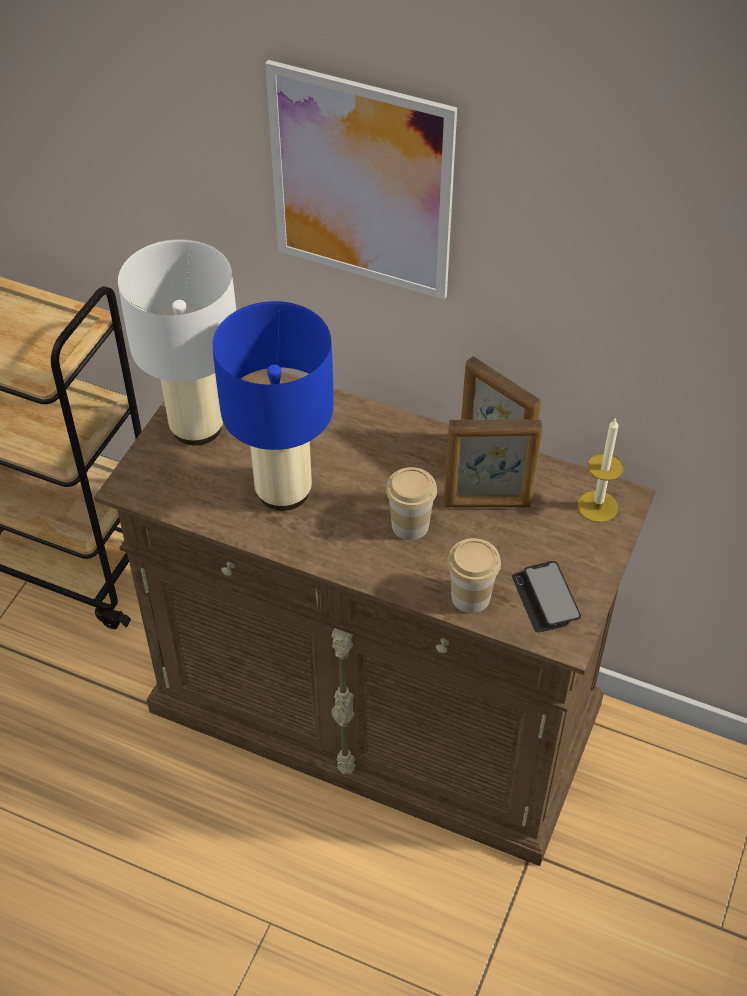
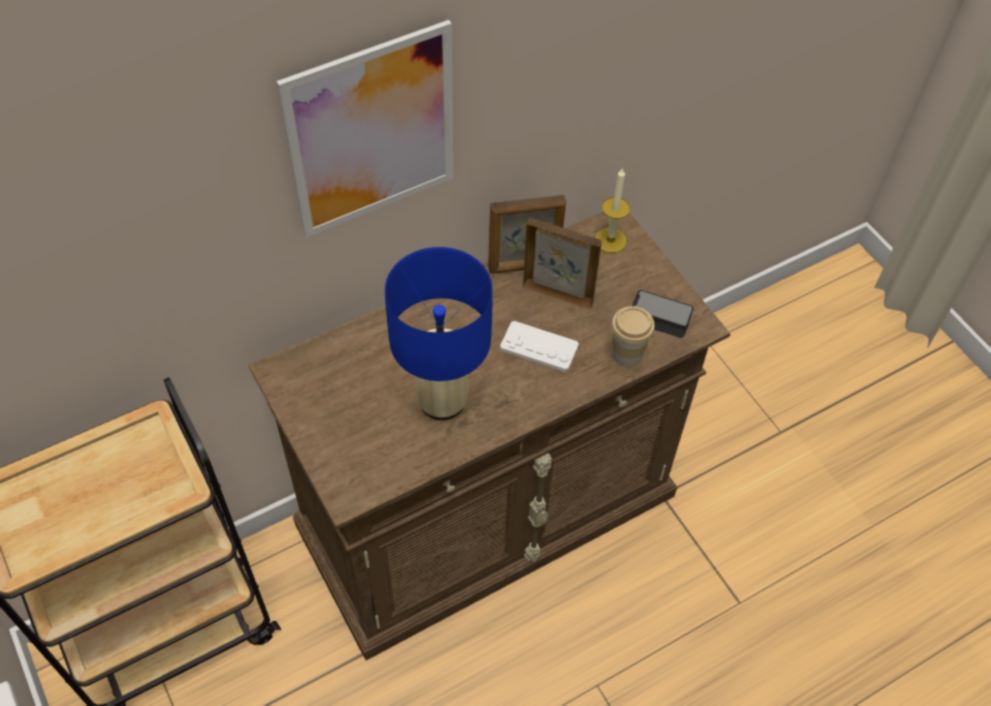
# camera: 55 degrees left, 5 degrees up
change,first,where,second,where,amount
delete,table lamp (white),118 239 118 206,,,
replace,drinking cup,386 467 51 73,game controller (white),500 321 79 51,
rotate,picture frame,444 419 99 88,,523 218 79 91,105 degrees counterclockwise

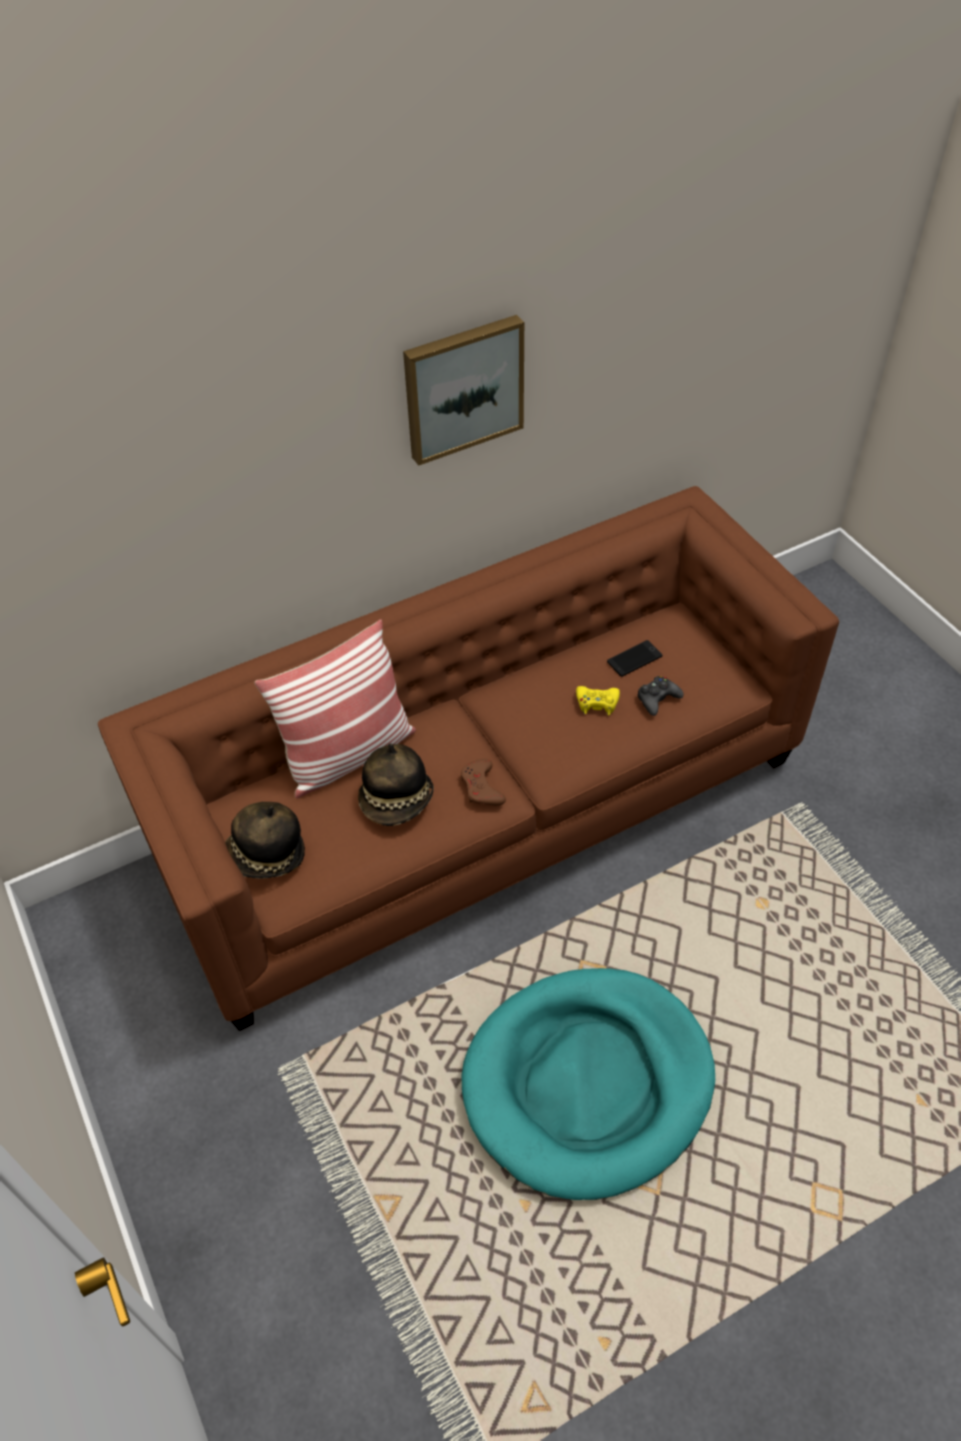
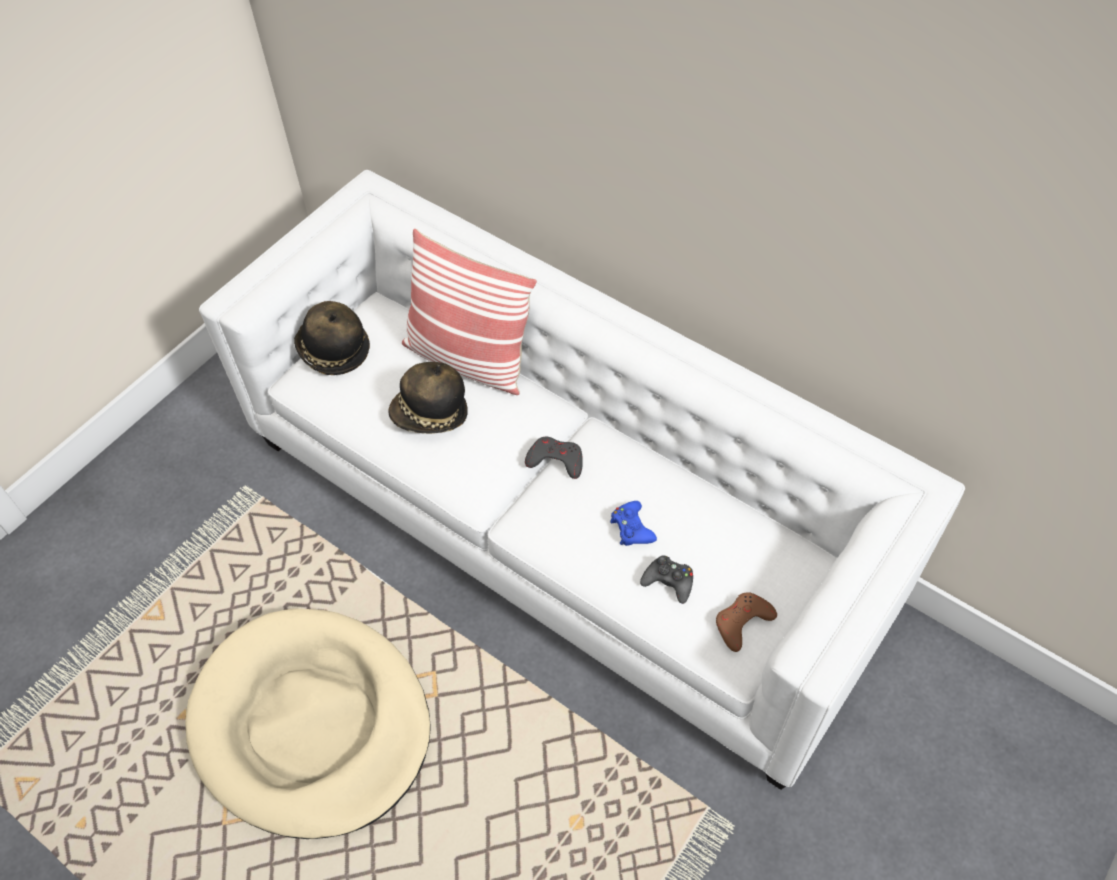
# camera: 65 degrees right, 5 degrees up
change,first,where,second,where,amount
delete,wall art,403 315 121 150,,,
delete,phone,607 640 55 37,,,
insert,,,game controller (greyish),525 437 58 42,
move,game controller (brownish),461 759 45 47,,716 592 61 60,
recolor,couch (brownish),98 486 741 545,couch (white),199 170 766 620,
recolor,pet bed (turquoise),461 968 254 232,pet bed (beige-coloured),185 608 246 231,
recolor,game controller (yellow),576 686 44 29,game controller (blue-coloured),610 501 47 45,

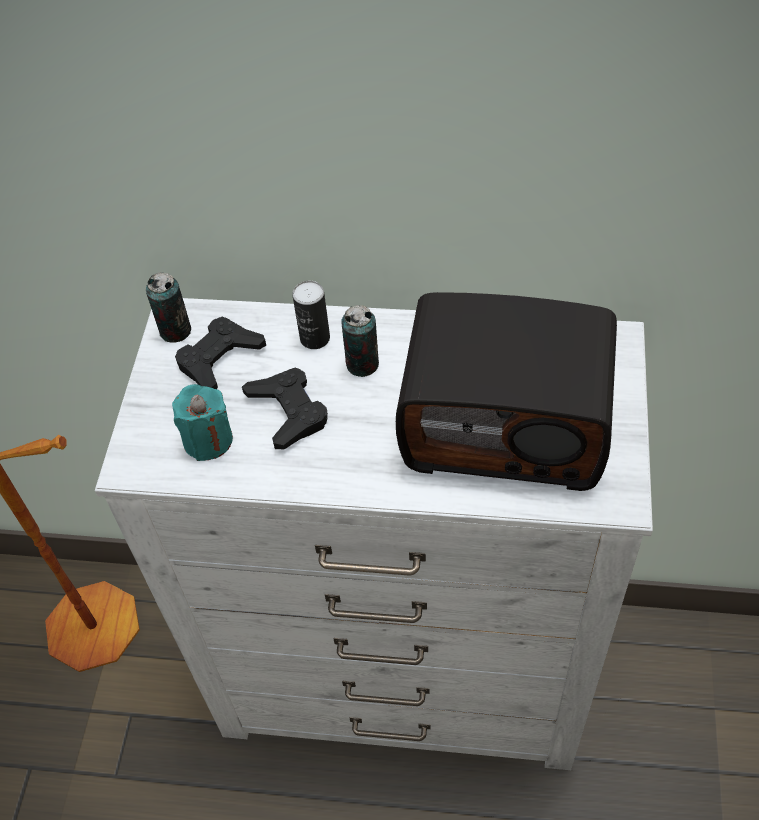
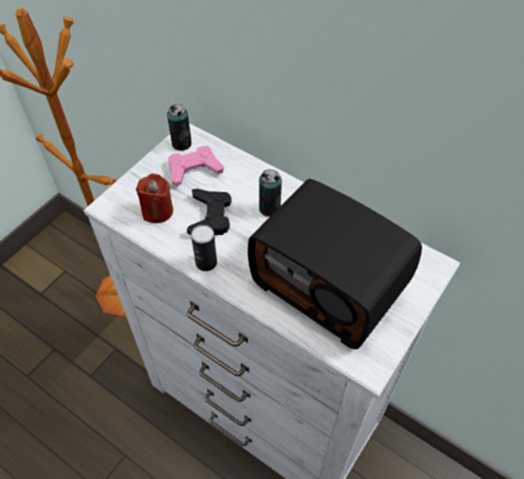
# camera: 25 degrees right, 0 degrees up
change,first,where,second,where,amount
move,can,292 281 38 68,,191 225 26 46,
recolor,candle (turquoise),172 384 61 77,candle (reddish),136 173 37 50,
recolor,game controller (black),175 316 91 73,game controller (pink),168 146 56 41,

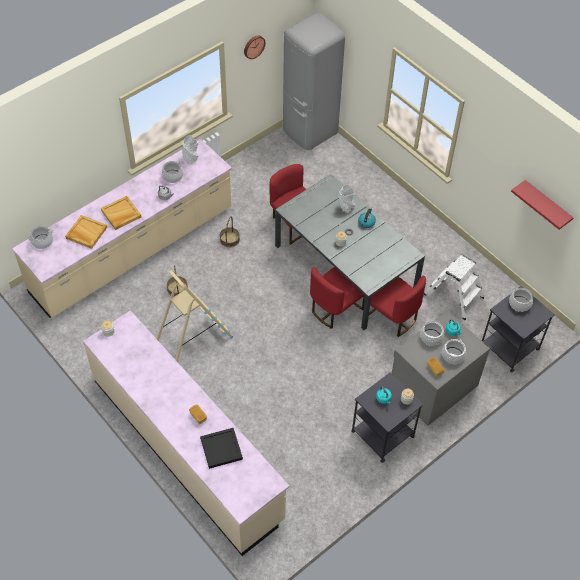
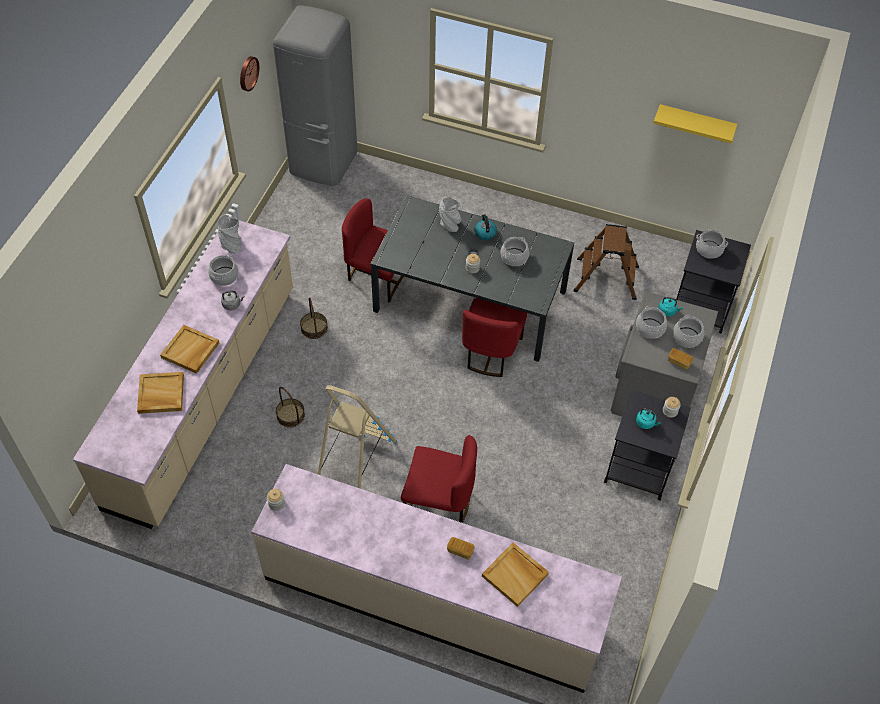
# camera: 30 degrees left, 0 degrees up
change,first,where,second,where,amount
move,stockpot,28 226 25 23,,500 237 29 29,
move,upright chair (reddish),364 276 62 61,,401 435 76 88,
recolor,carrying tray (black),200 428 43 41,carrying tray (beige-coloured),482 542 67 65,
recolor,step stool (white),424 254 60 66,step stool (brownish),573 224 66 76,
recolor,bracket shelf (reddish),511 180 63 50,bracket shelf (yellow),653 104 84 40,

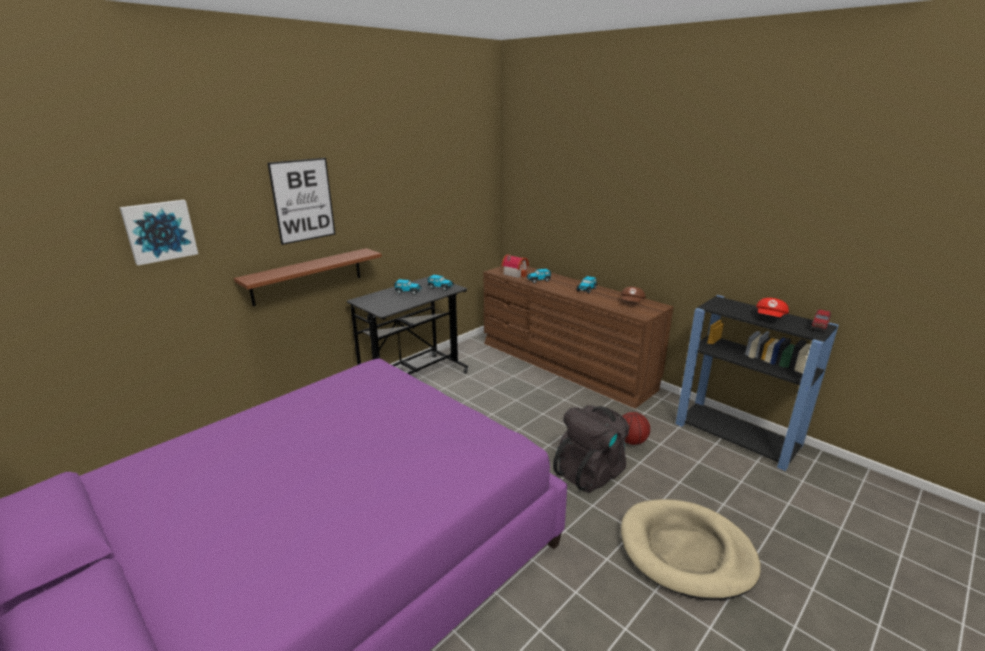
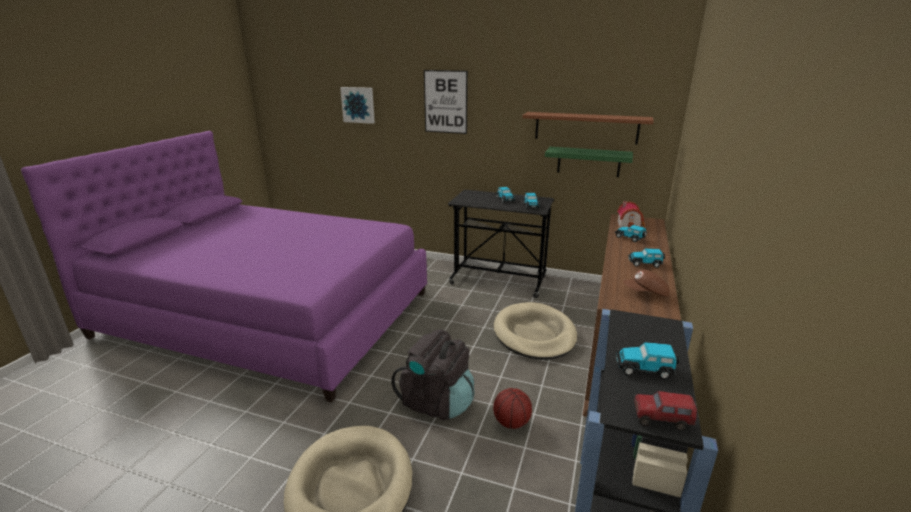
# camera: 65 degrees right, 0 degrees up
change,first,where,second,where,amount
insert,,,pet bed (beige-coloured),494 302 83 58,
insert,,,bracket shelf (green),545 147 88 30,
move,bracket shelf (brownish),234 248 148 58,,522 112 132 33,
replace,peaked cap (reddish),756 298 33 19,miniature car,616 342 64 38,

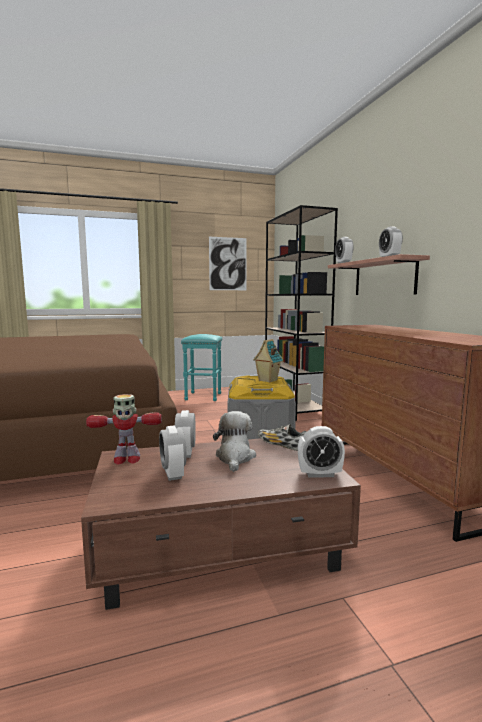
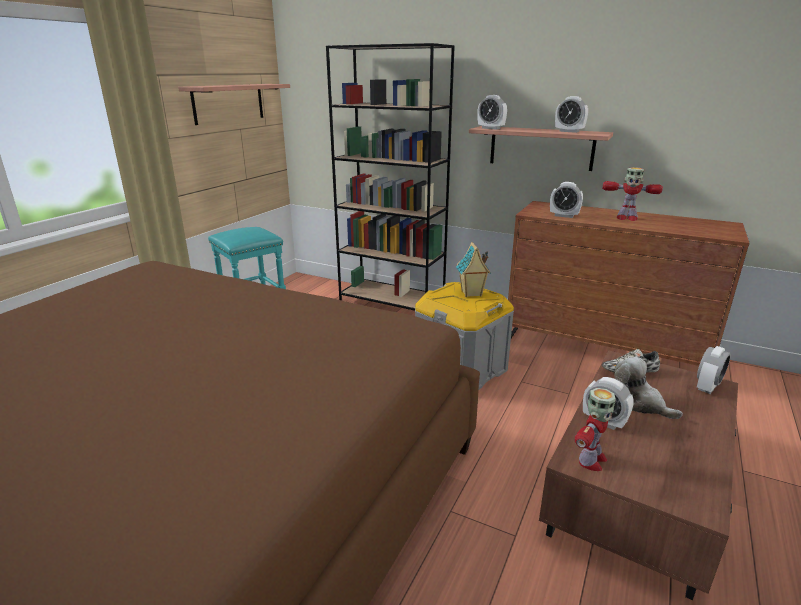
# camera: 45 degrees left, 15 degrees up
change,first,where,second,where,amount
insert,,,robot figure,602 167 61 54,
move,table clock,159 426 28 55,,550 182 33 36,
replace,wall art,209 237 37 53,bracket shelf,178 84 112 41,

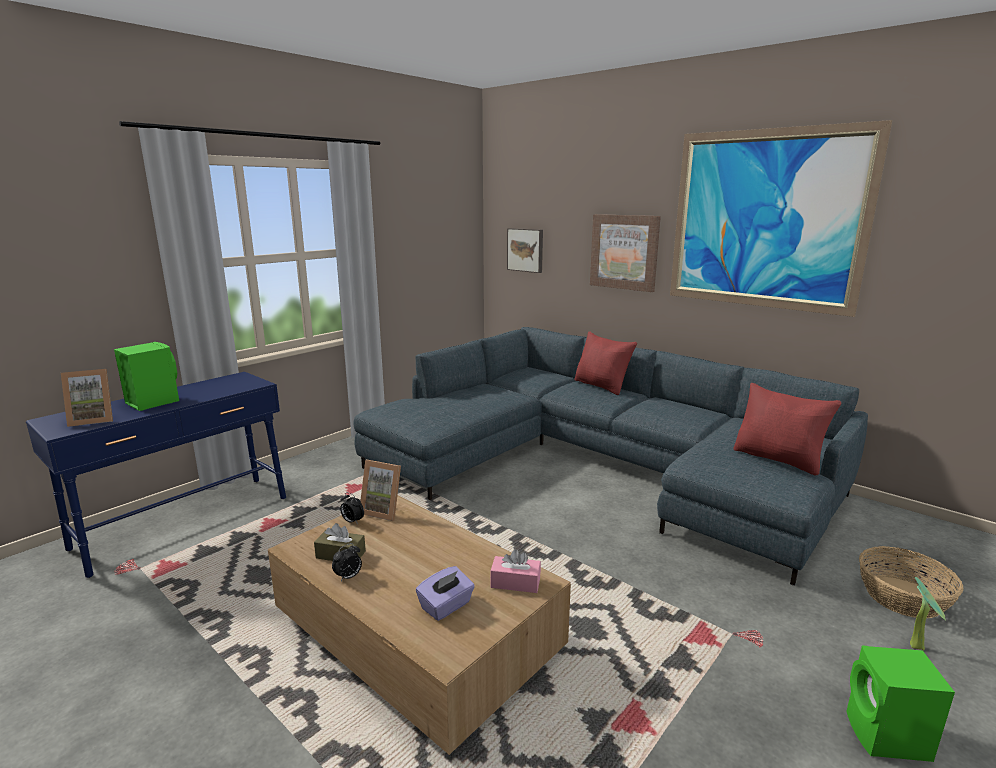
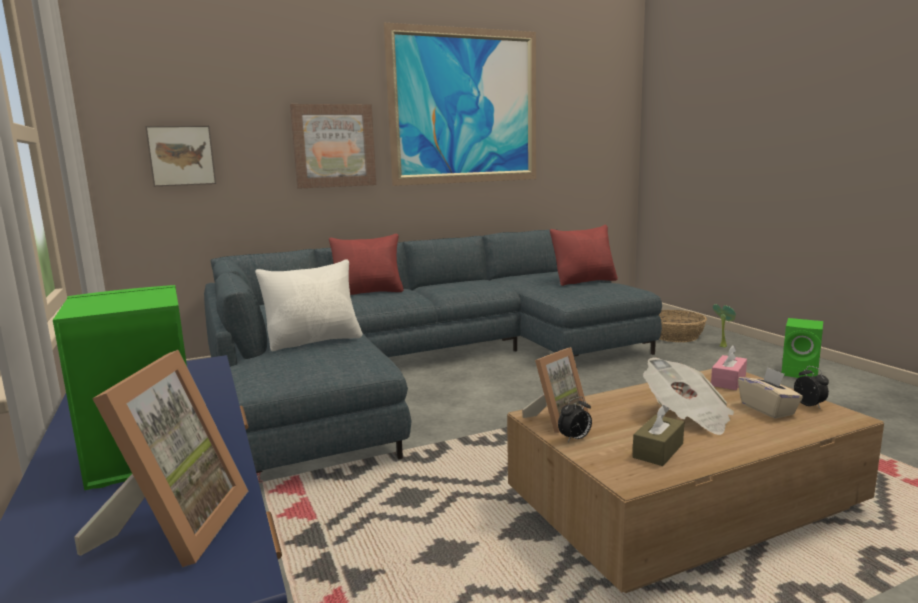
# camera: 65 degrees left, 5 degrees down
change,first,where,second,where,amount
insert,,,throw pillow (white),255 259 108 92,
insert,,,printed paper,643 357 91 78,
move,table clock,332 543 30 38,,794 366 35 42,
recolor,tissue holder (purple-coloured),416 566 59 55,tissue holder (beige-coloured),738 367 65 52,

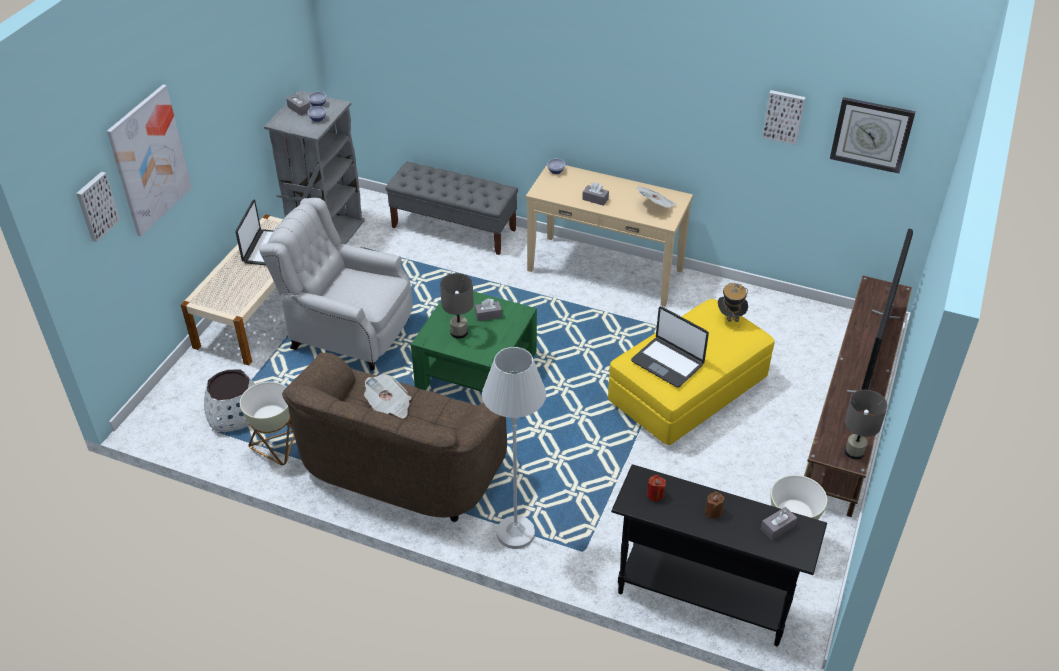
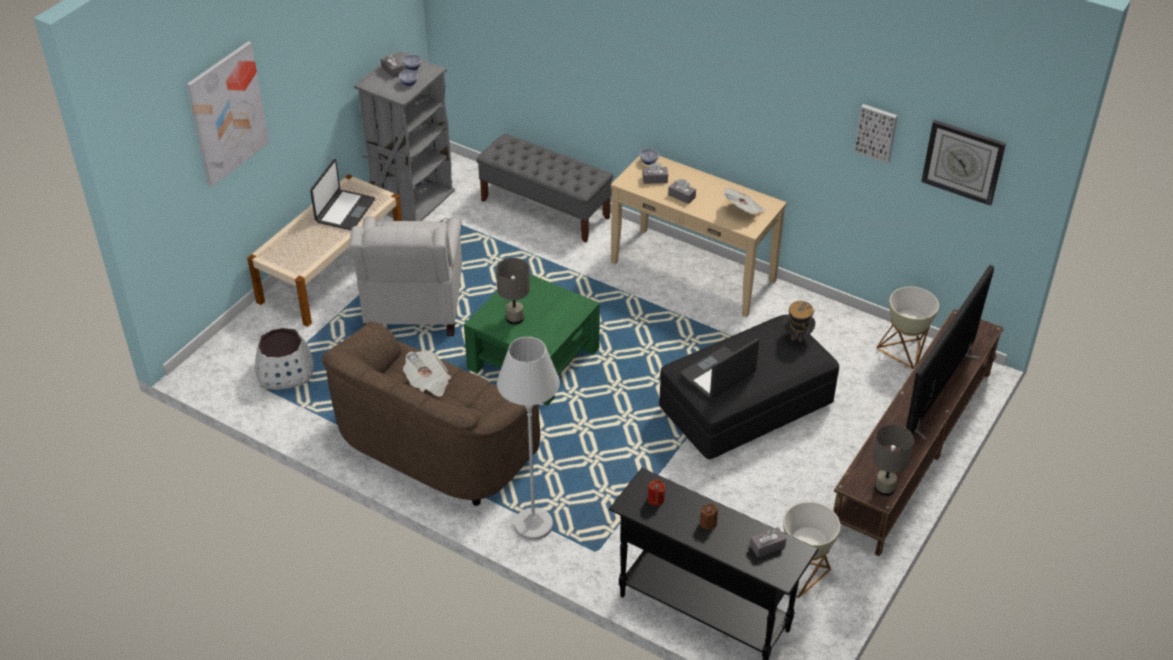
# camera: 10 degrees right, 0 degrees up
change,first,where,second,where,amount
delete,wall art,76 172 44 70,,,
move,flower pot,240 381 55 84,,877 287 62 82,
move,tissue holder (greyish),475 298 27 23,,642 162 26 22,
recolor,pouffe (yellow),608 299 167 146,pouffe (black),659 315 180 144,
rotate,easy chair (white),260 198 153 173,,349 216 113 120,120 degrees counterclockwise
rotate,notebook computer,631 306 78 82,,681 338 78 60,90 degrees clockwise

